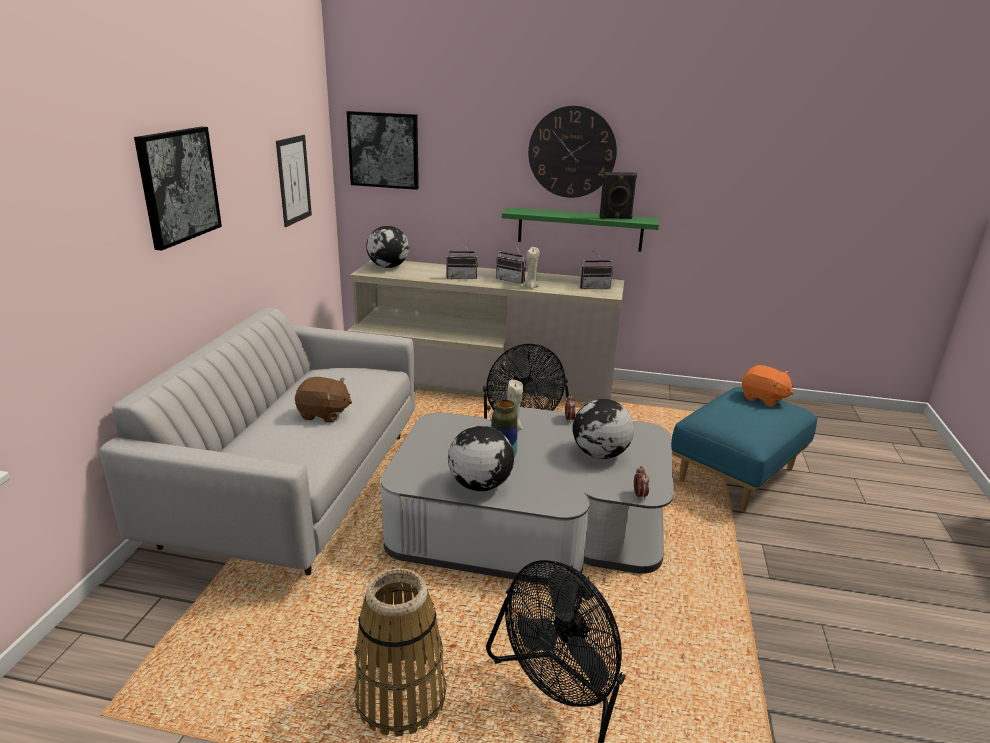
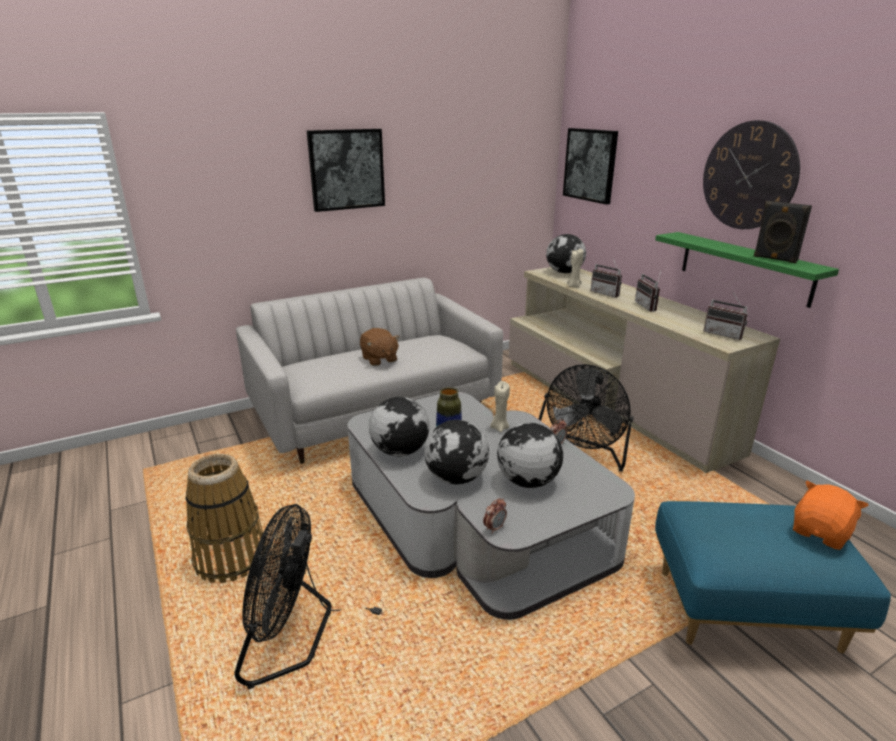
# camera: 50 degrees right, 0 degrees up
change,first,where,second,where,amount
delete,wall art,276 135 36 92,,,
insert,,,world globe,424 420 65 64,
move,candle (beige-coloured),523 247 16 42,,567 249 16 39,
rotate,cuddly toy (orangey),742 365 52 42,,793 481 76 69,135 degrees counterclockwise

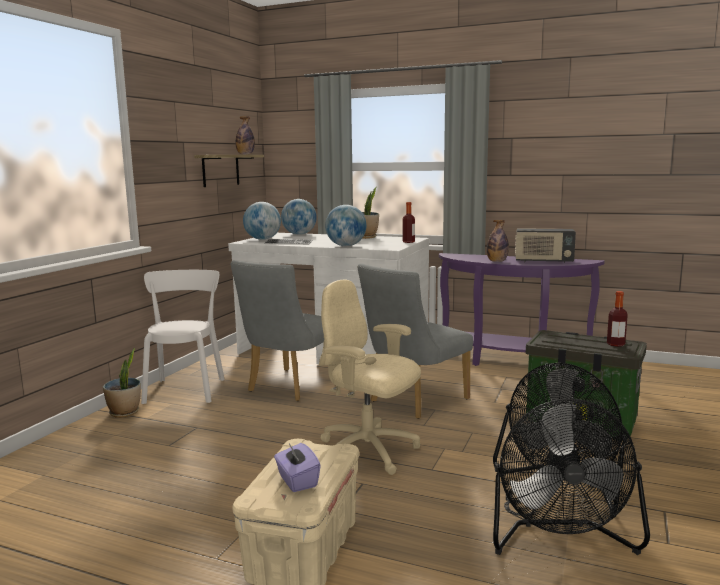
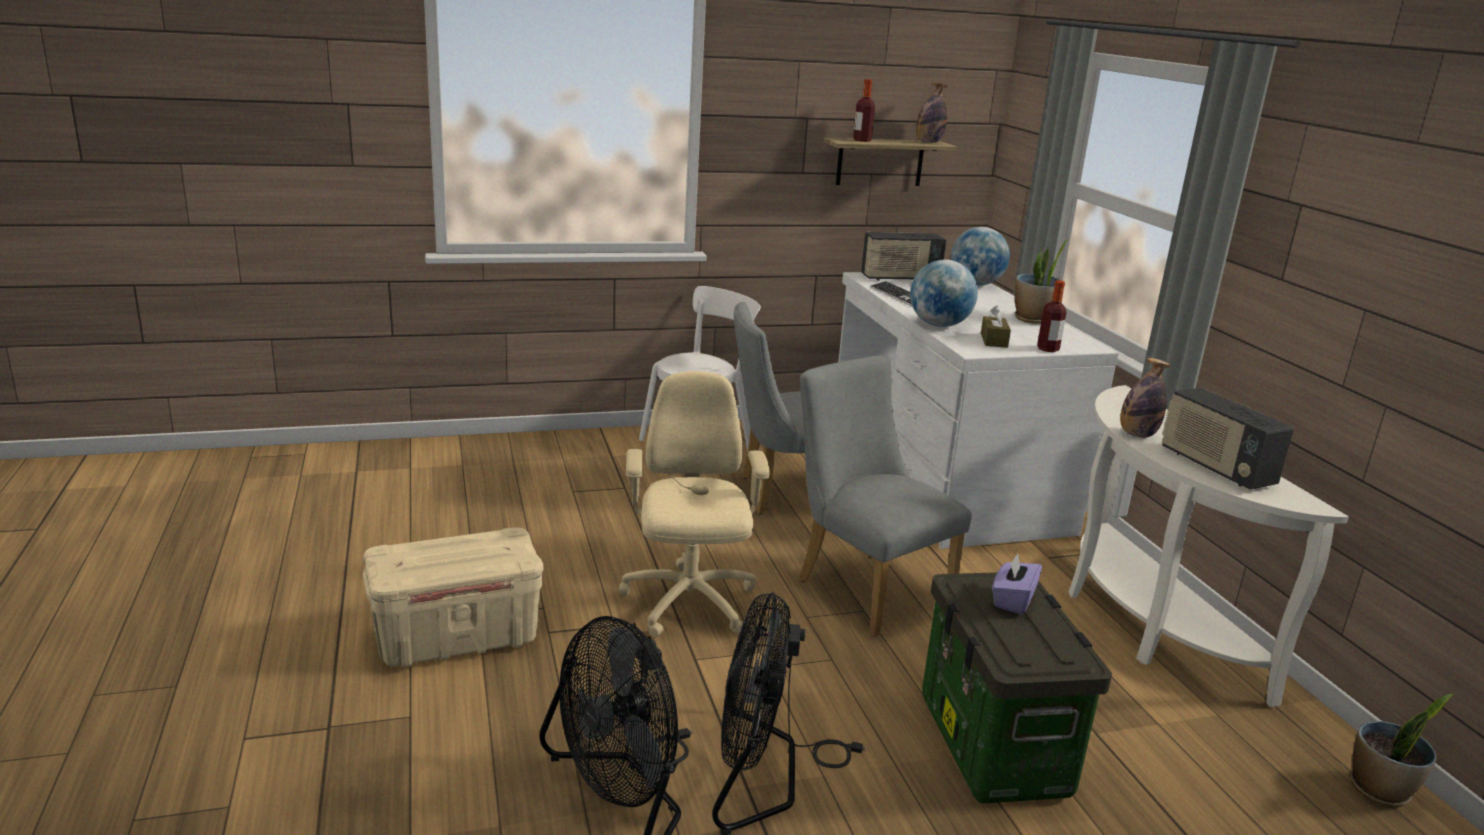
# camera: 50 degrees right, 10 degrees up
change,first,where,second,where,amount
insert,,,tissue holder (brownish),981 305 30 43,
move,plant in a pot,103 348 38 70,,1350 694 103 112,
move,tissue holder (purple-coloured),274 443 47 49,,992 553 50 61,
move,beverage bottle,607 291 21 56,,853 79 22 63,
replace,world globe,243 202 38 38,radio set,861 232 85 49,
recolor,narrow table (purple-coloured),439 253 166 113,narrow table (white),1069 385 280 323,
rotate,upright chair (greyish),358 263 115 156,,799 356 173 281,45 degrees clockwise

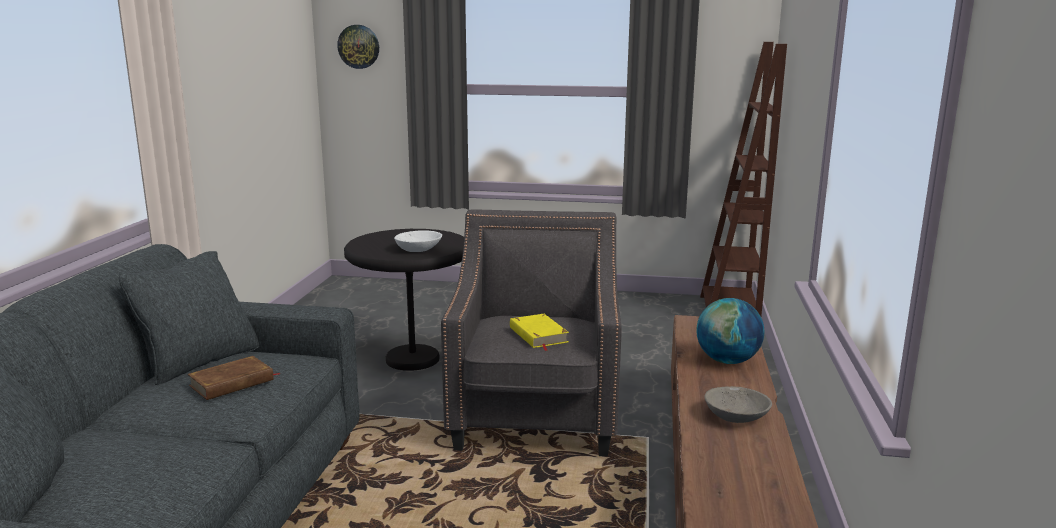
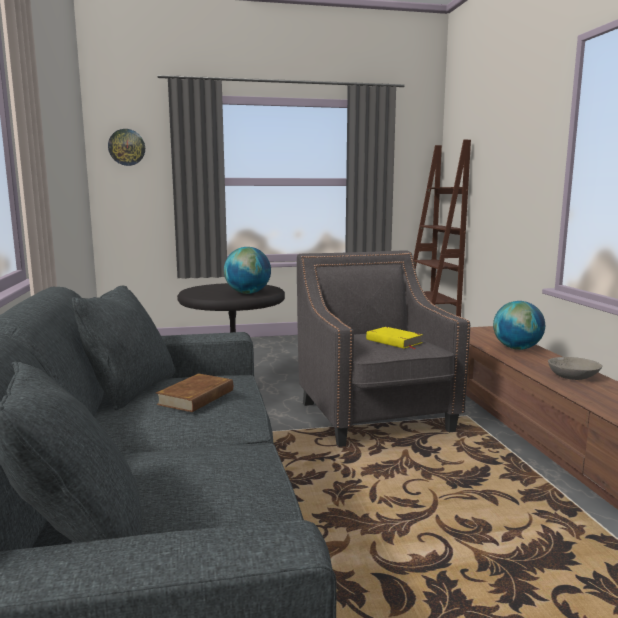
# camera: 20 degrees left, 5 degrees down
change,first,where,second,where,amount
replace,bowl (white),394 230 48 22,world globe,224 247 47 47,

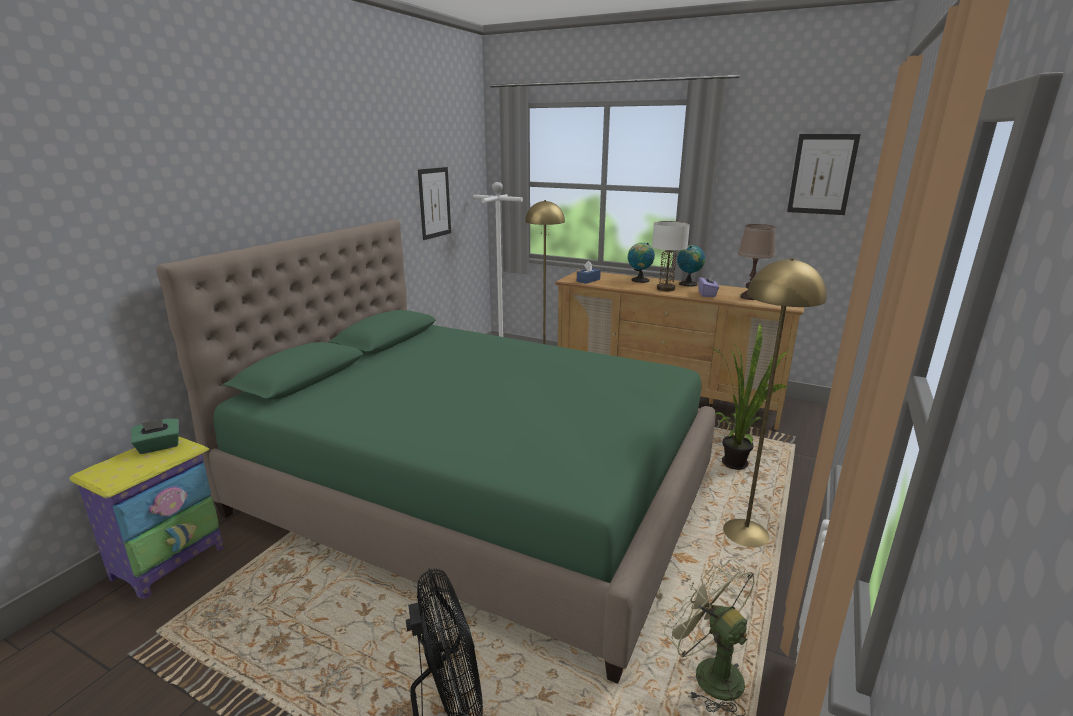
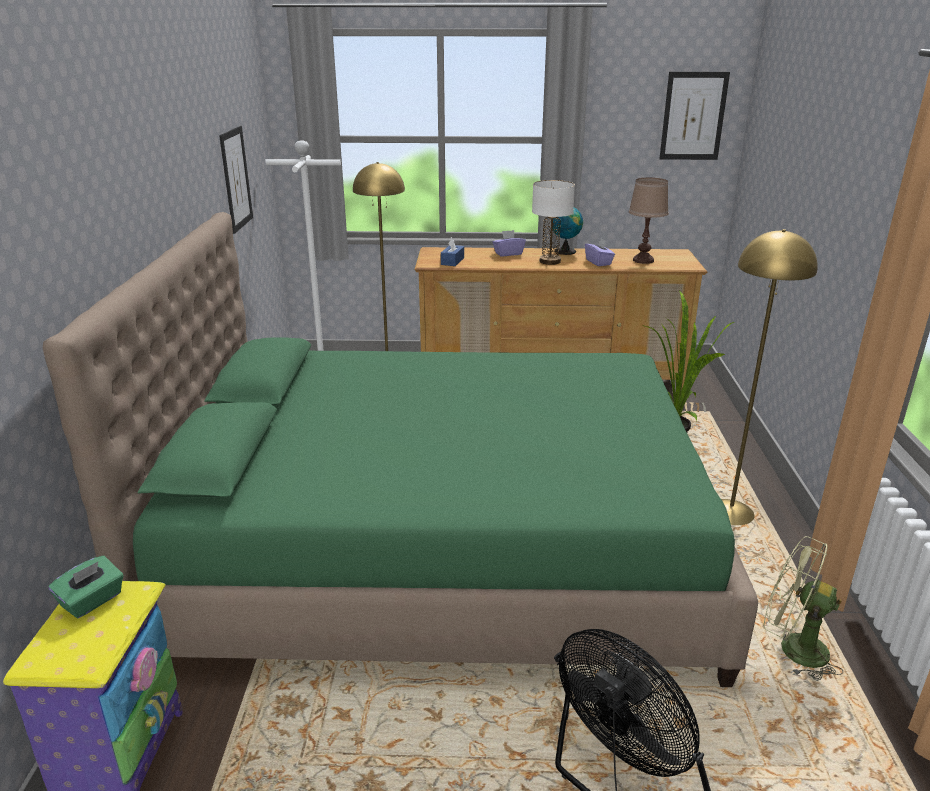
# camera: 25 degrees left, 5 degrees up
change,first,where,second,where,amount
replace,world globe,627 243 28 40,tissue holder (purple-coloured),493 230 33 26,

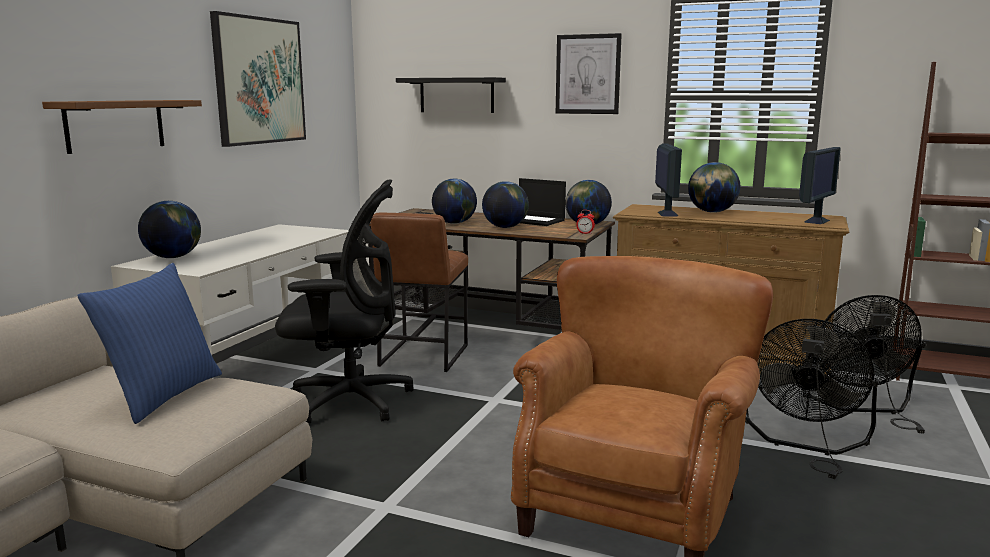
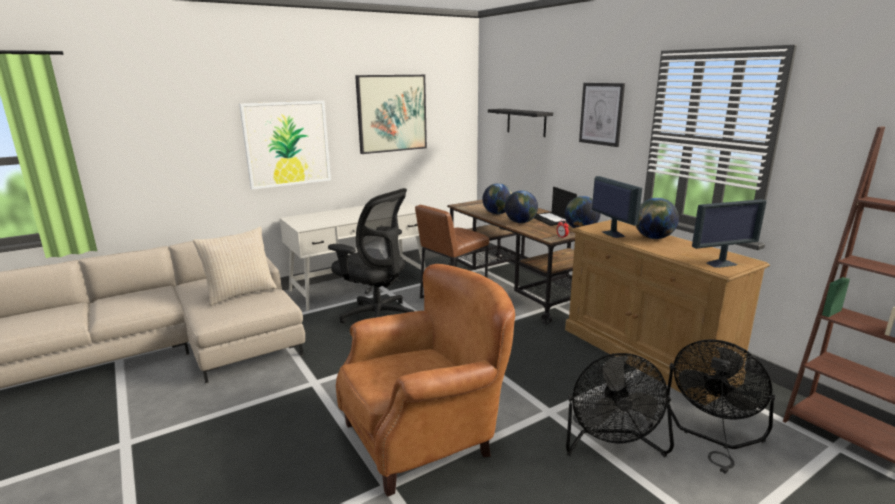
# camera: 35 degrees right, 5 degrees up
change,first,where,second,where,amount
delete,world globe,138 201 63 57,,,
replace,bracket shelf (brownish),42 100 160 54,wall art,239 101 92 89,
recolor,throw pillow (blue-coloured),77 263 145 161,throw pillow (beige-coloured),193 227 84 79,
rotate,monitor,655 143 27 74,,592 176 50 62,60 degrees counterclockwise
rotate,fan (black),745 319 133 160,,566 353 108 104,120 degrees clockwise

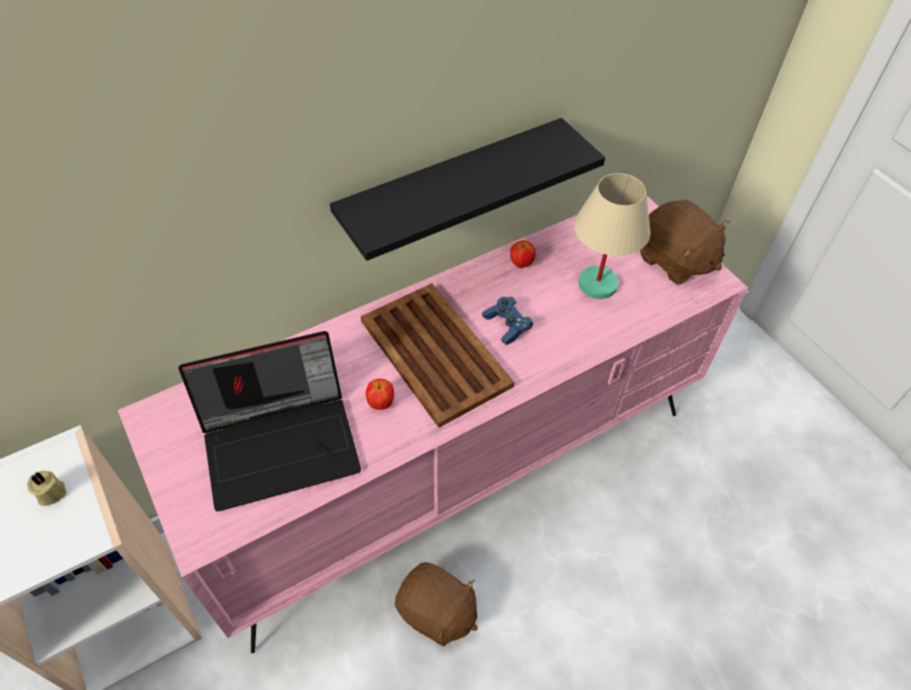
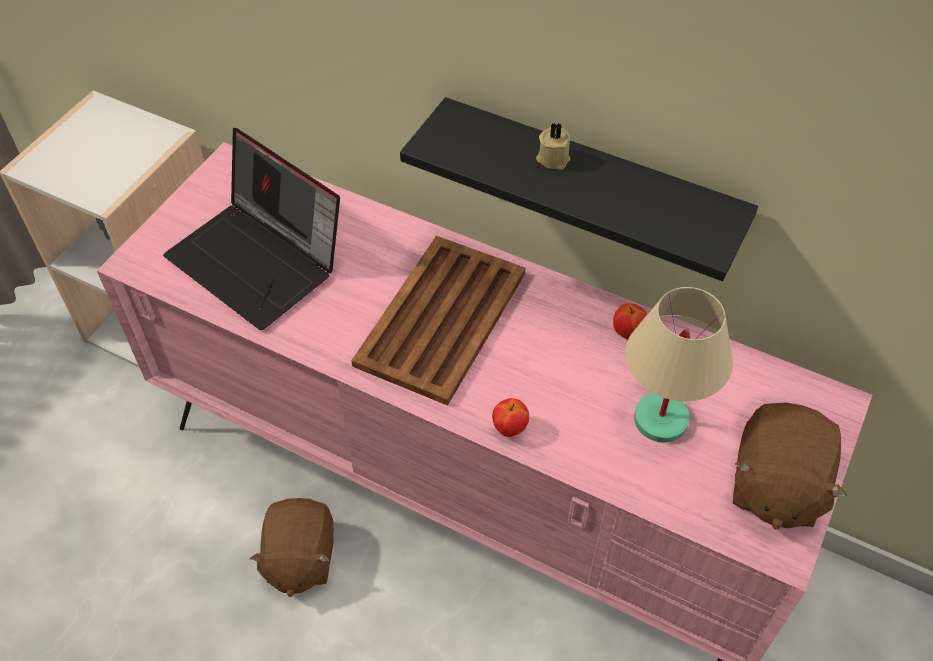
# camera: 60 degrees right, 0 degrees up
change,first,where,second,where,amount
delete,game controller (blue-coloured),482 297 51 48,,,
move,candle (beige-coloured),27 471 40 35,,536 122 35 48,
move,whole apple,366 379 28 31,,492 398 37 39,

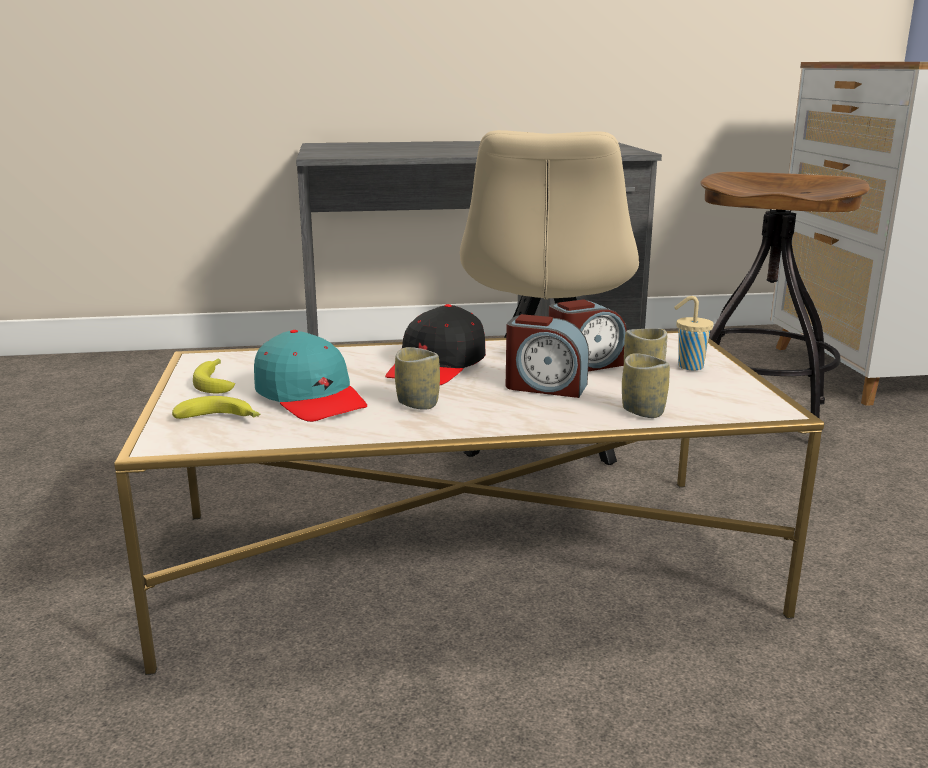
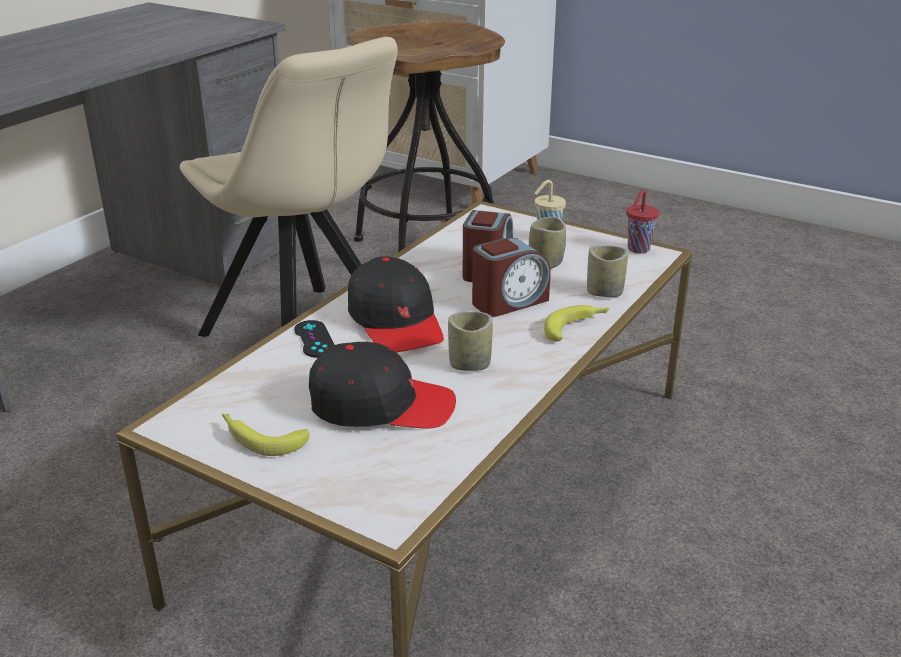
# camera: 50 degrees left, 10 degrees up
change,first,where,second,where,amount
insert,,,game controller (black),294 320 41 37,
insert,,,drinking cup (reddish),626 189 33 64,
move,banana,172 396 88 23,,544 305 65 36,
recolor,peaked cap (turquoise),254 330 113 92,peaked cap (black),309 342 147 87,

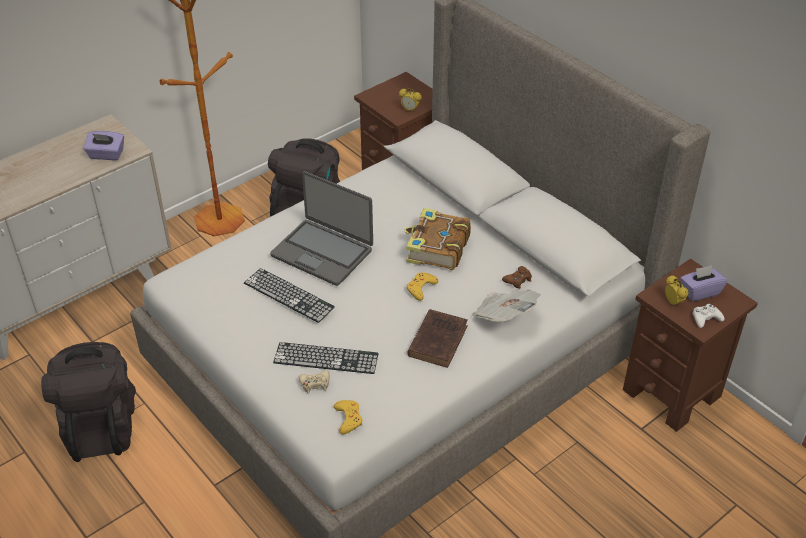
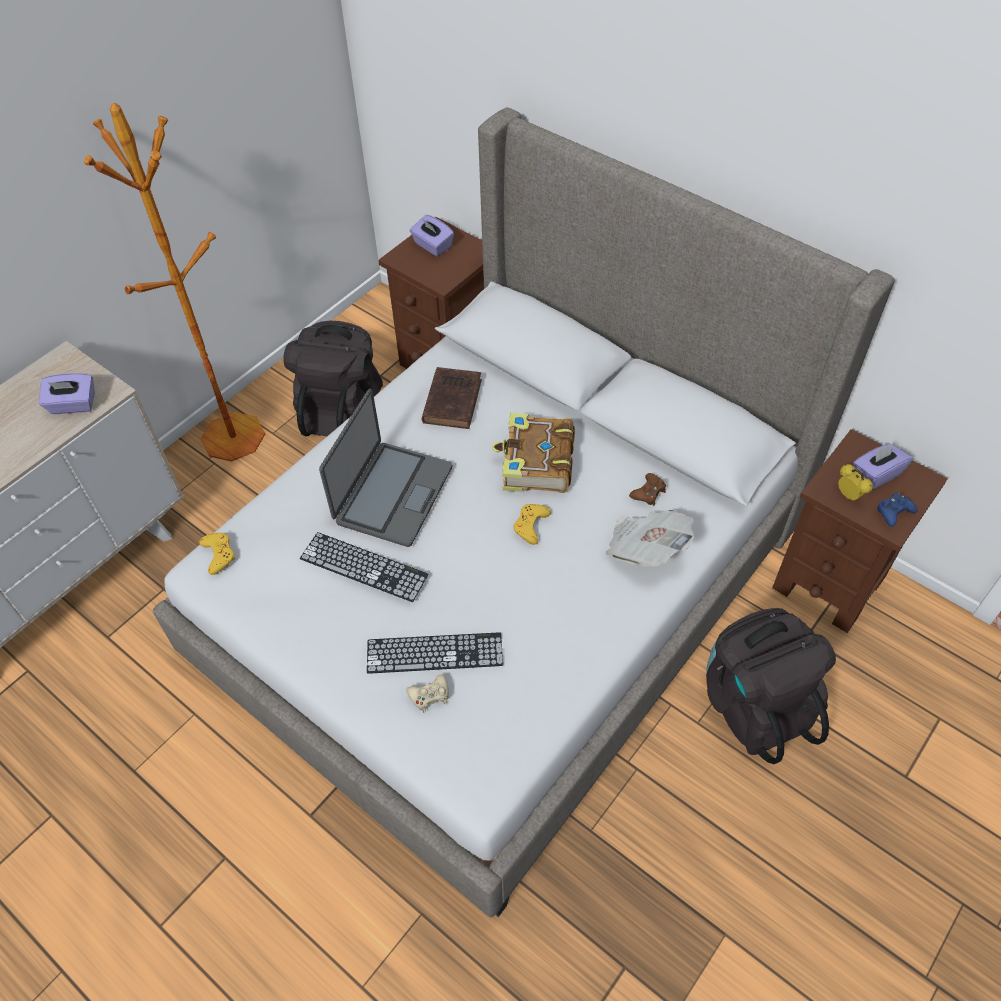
# camera: 10 degrees left, 10 degrees up
change,first,where,second,where,amount
delete,table clock,399 88 23 24,,,
insert,,,tissue holder (purple-coloured),410 215 44 42,
move,rucksack (black),41 342 95 120,,706 608 130 156,
move,game controller (yellow),334 400 28 34,,199 533 36 42,
move,bound book (brownish),407 309 61 59,,422 367 60 62,
recolor,game controller (white),693 304 32 24,game controller (blue-coloured),877 492 41 35,
rotate,notebook computer,270 171 103 115,,319 389 133 158,90 degrees counterclockwise

